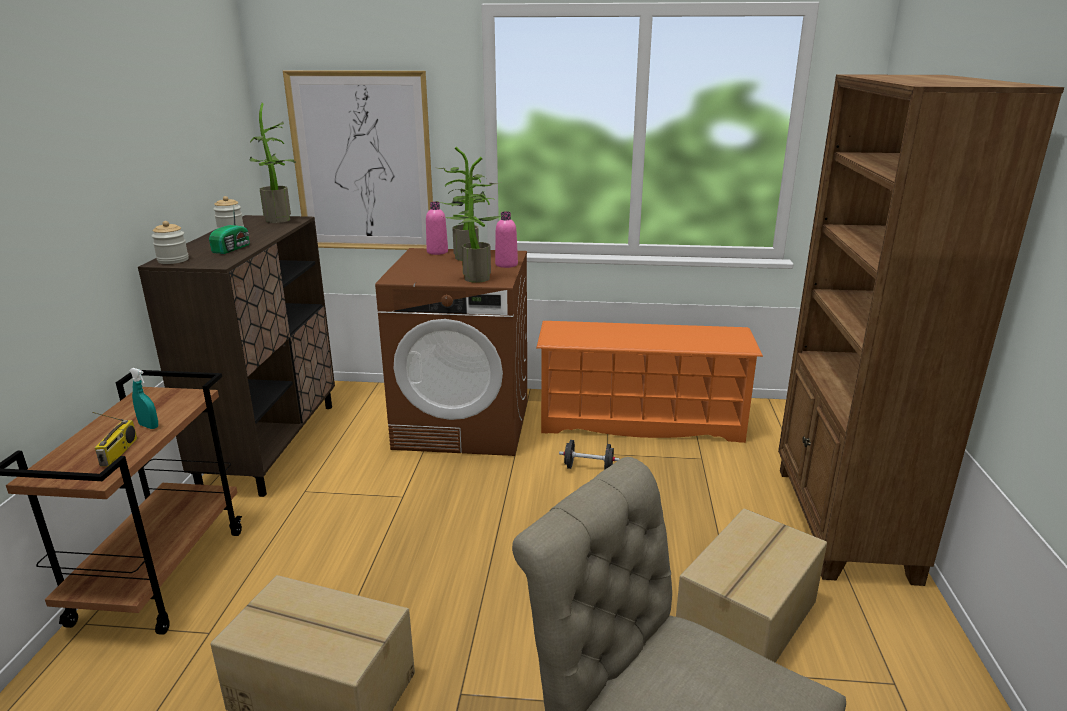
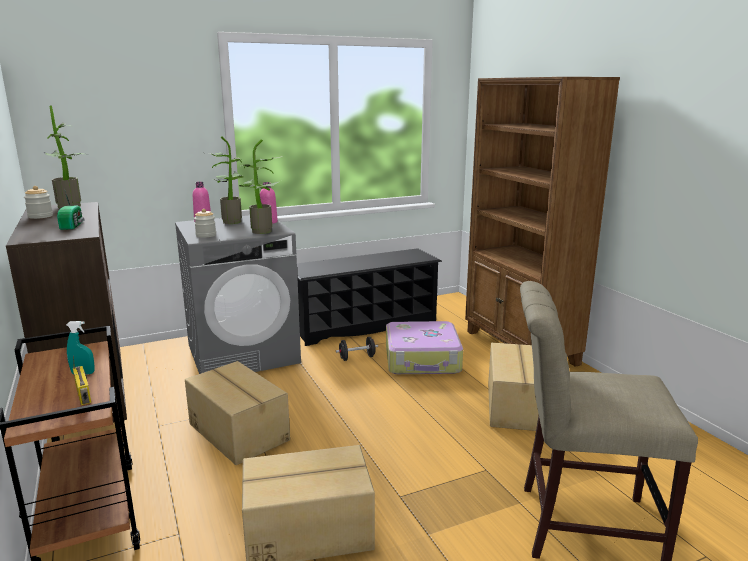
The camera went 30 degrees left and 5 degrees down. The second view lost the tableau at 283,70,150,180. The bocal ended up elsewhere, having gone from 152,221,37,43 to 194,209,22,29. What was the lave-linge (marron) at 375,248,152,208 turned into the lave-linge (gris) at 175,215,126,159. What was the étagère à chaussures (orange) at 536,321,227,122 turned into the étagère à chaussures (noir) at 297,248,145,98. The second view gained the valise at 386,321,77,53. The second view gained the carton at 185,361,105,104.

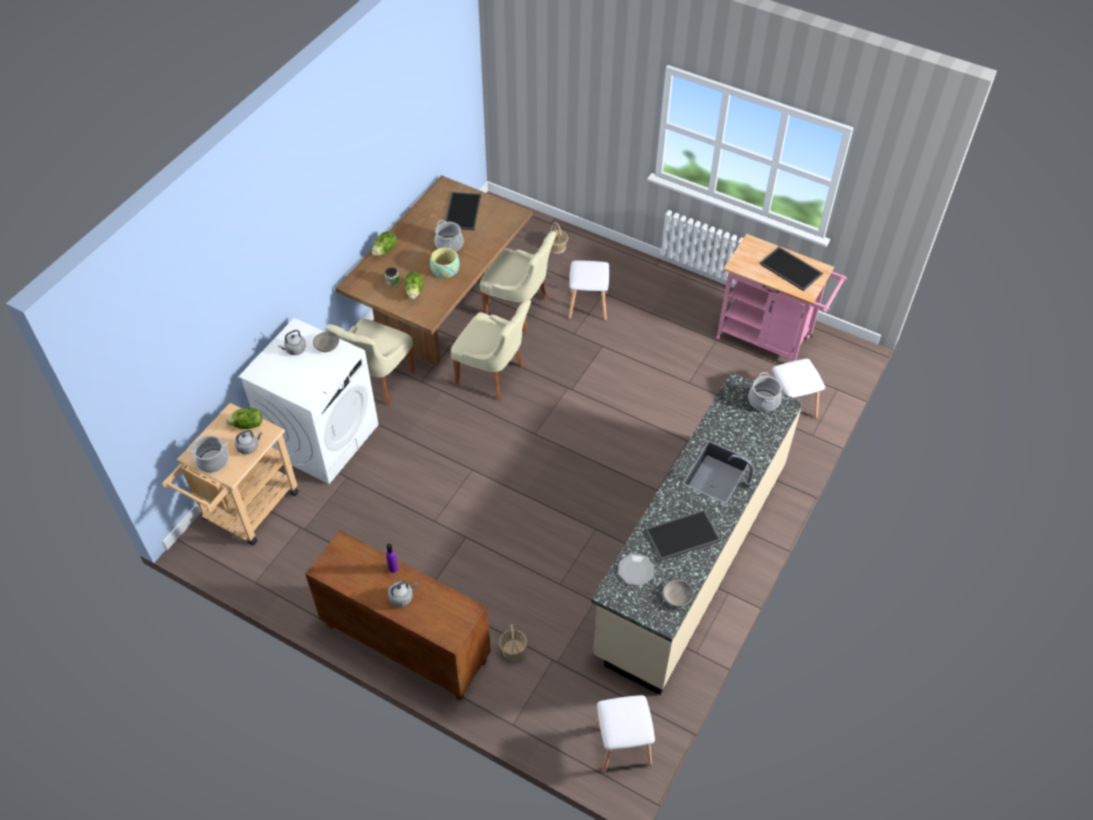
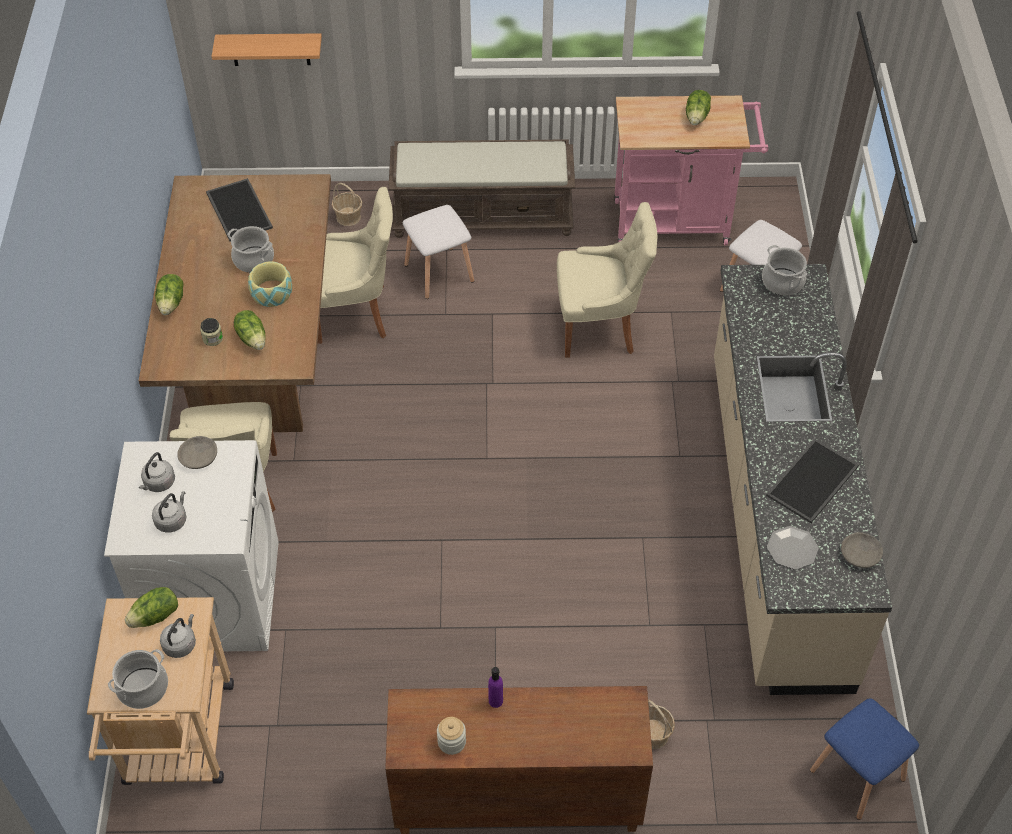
The camera went 30 degrees left and 0 degrees up. Where the plateau stood at 759,246,64,45, the laitue came to stand at 686,90,25,35. The chaise (beige) ended up elsewhere, having gone from 451,299,80,102 to 557,202,101,156. The bouilloire (gris) ended up elsewhere, having gone from 388,581,30,26 to 152,491,35,42. What was the tabouret (blanc) at 594,695,61,78 turned into the tabouret (bleu) at 810,698,109,122. The second view gained the étagère at 212,33,110,33. The second view gained the banc (marron) at 388,139,187,99. The second view gained the bocal at 437,717,29,38.

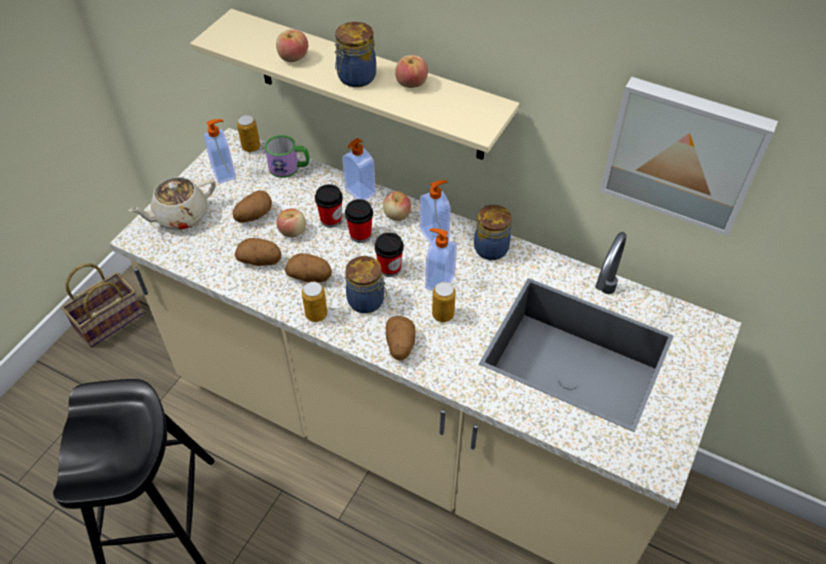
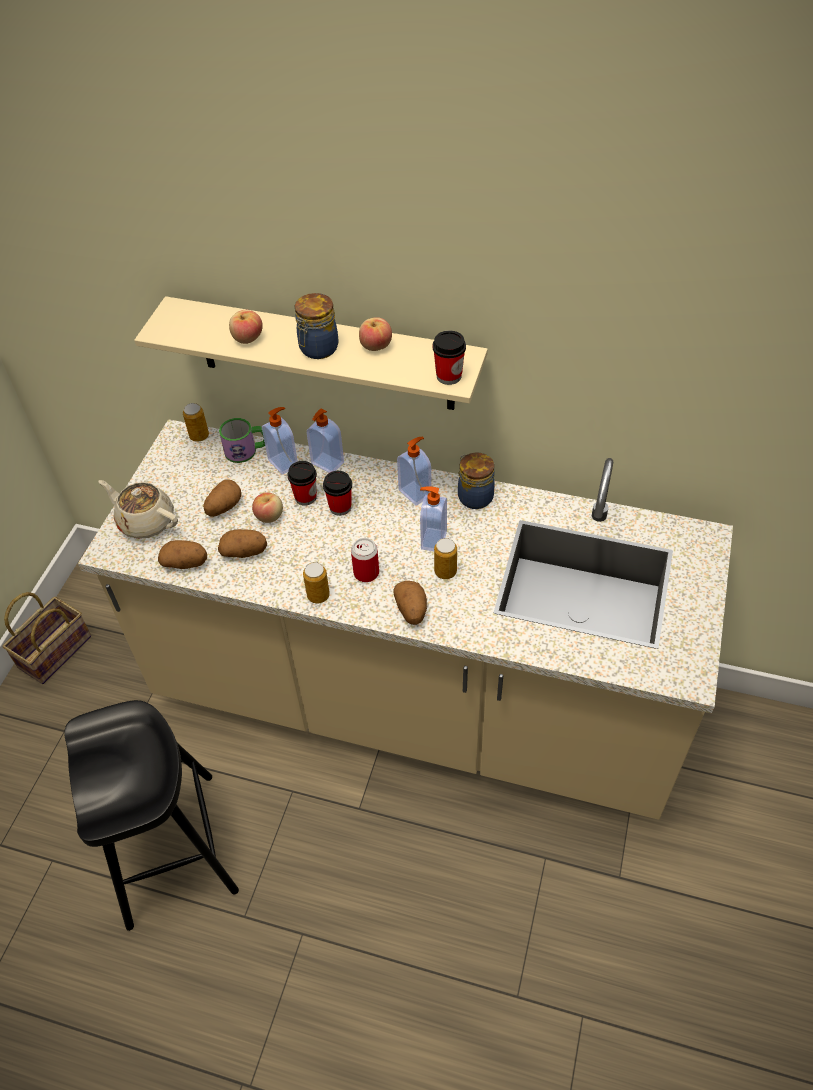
The camera went 10 degrees left and 0 degrees up. The second view lost the tableau at 600,77,178,159. The distributeur de savon ended up elsewhere, having gone from 203,119,33,65 to 262,407,36,68. The théière (beige) at 128,177,88,53 ended up facing another way, 75 degrees clockwise from before. The second view lost the pomme at 383,191,28,30. The tasse ended up elsewhere, having gone from 374,232,30,45 to 432,330,34,55. The pomme de terre ended up elsewhere, having gone from 285,253,47,29 to 158,540,49,29. Where the bocal stood at 346,256,41,57, the boîte métallique came to stand at 351,538,28,44.

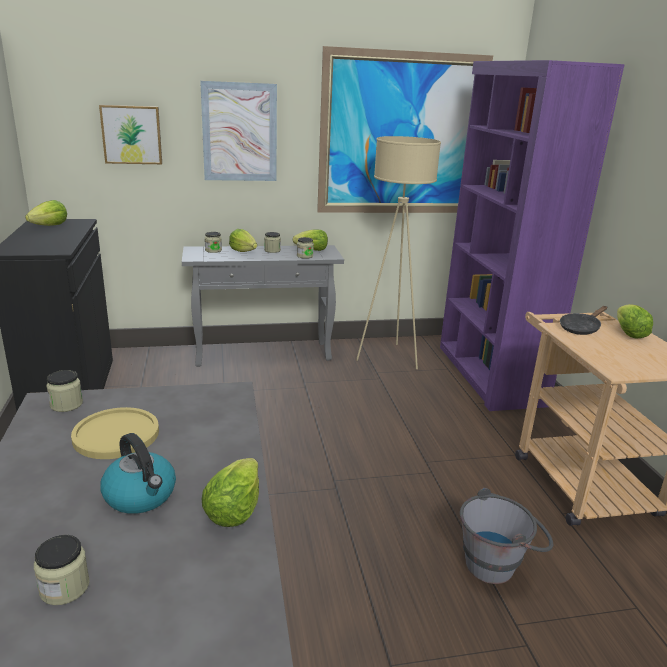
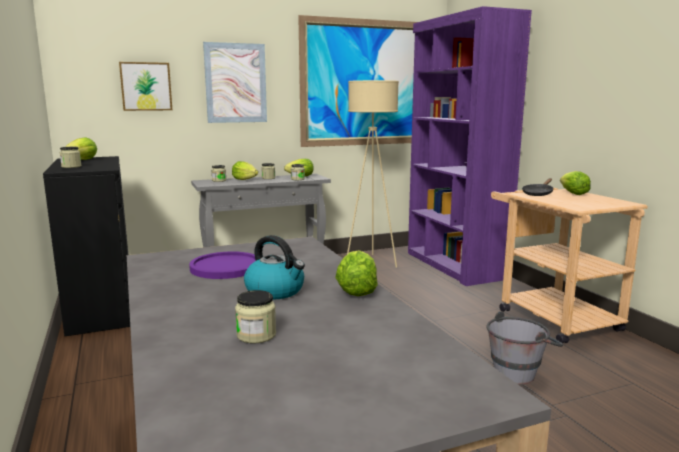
The camera went 10 degrees left and 10 degrees down. The bocal ended up elsewhere, having gone from 46,370,37,42 to 60,147,22,21. What was the assiette (jaune) at 71,407,88,52 turned into the assiette (violet) at 189,251,67,28.

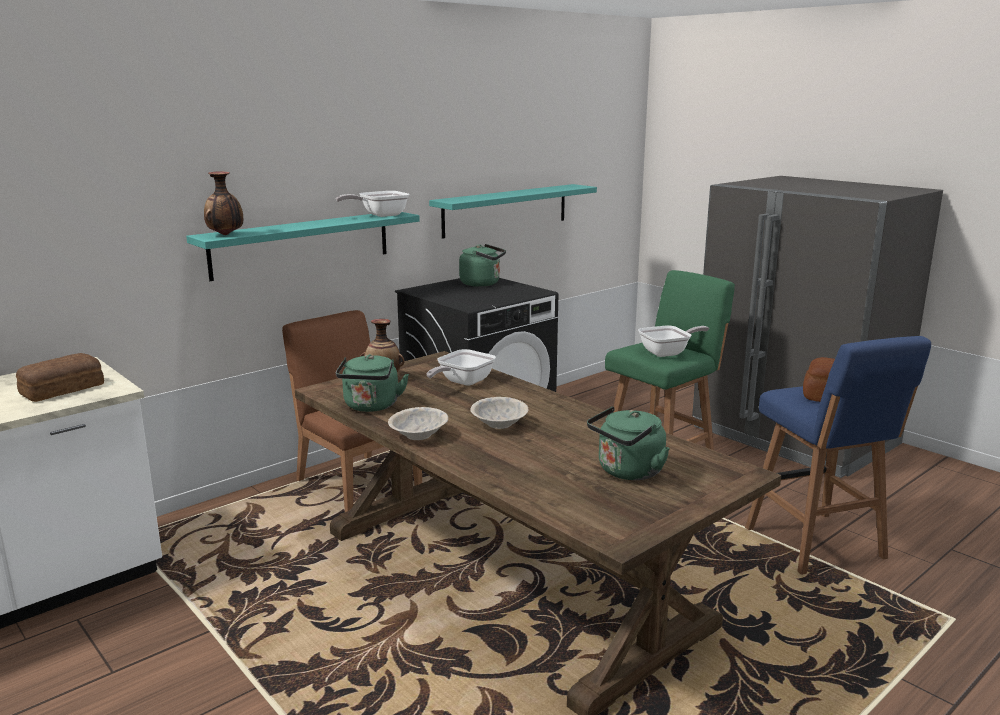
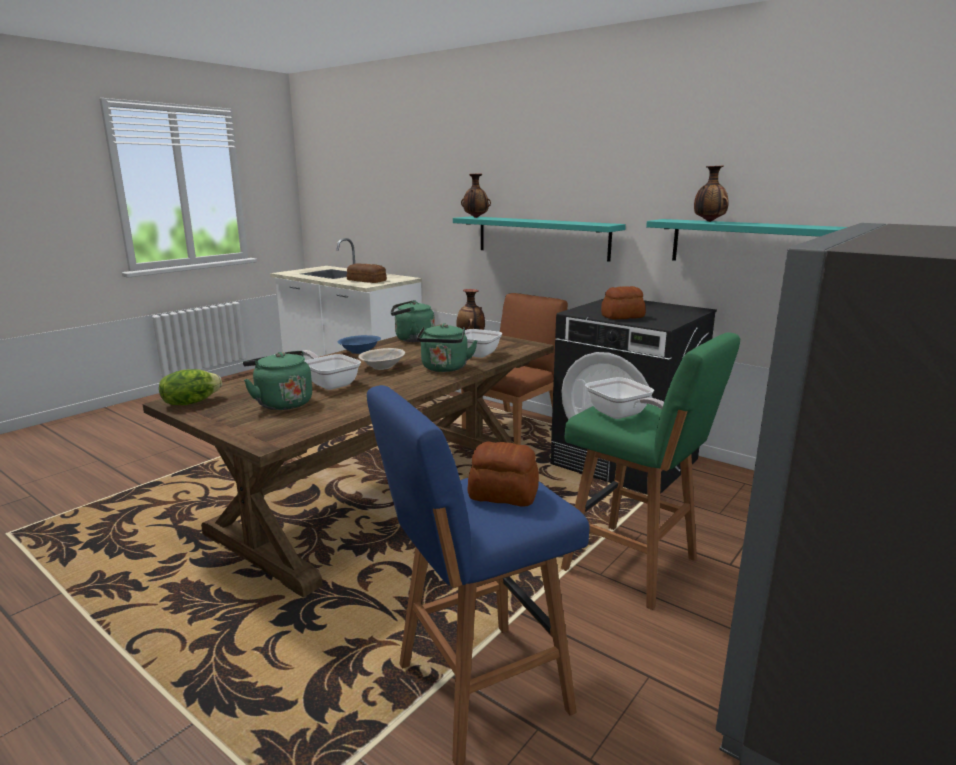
The camera went 80 degrees right and 0 degrees up. The poêle ended up elsewhere, having gone from 336,191,73,26 to 303,350,58,40. The bouilloire (vert) ended up elsewhere, having gone from 459,244,47,43 to 417,323,61,49. What was the bol (beige) at 388,407,60,33 turned into the bol (bleu) at 337,335,44,19. The second view gained the vase at 694,166,35,56. The second view gained the pain at 601,286,45,34. The second view gained the laitue at 159,369,63,36.

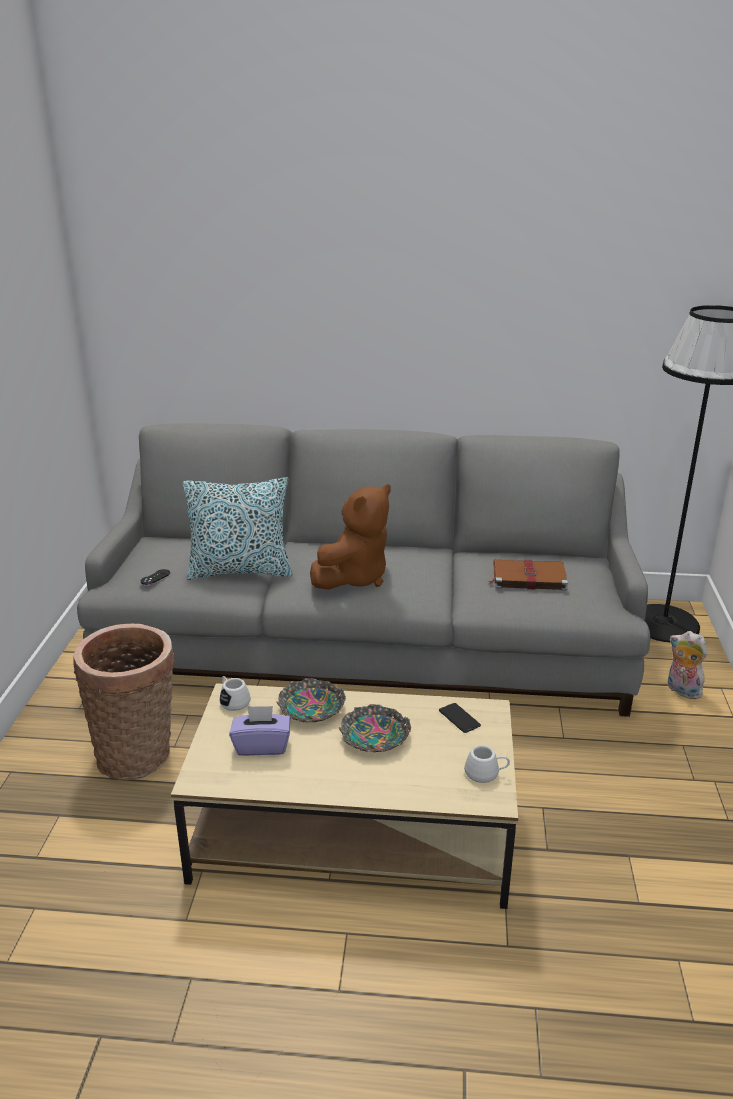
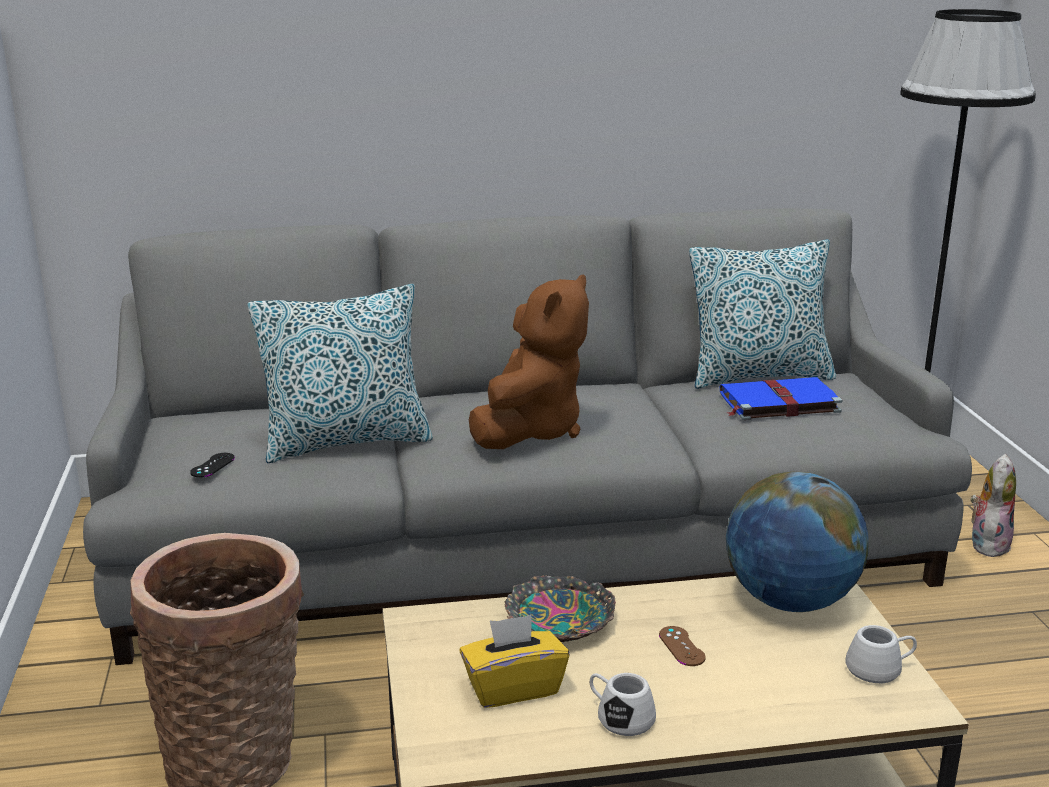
The camera went 15 degrees left and 5 degrees down. What was the livre (marron) at 489,560,79,31 turned into the livre (bleu) at 720,377,123,43. The peluche at 668,631,40,68 ended up facing another way, 90 degrees clockwise from before. The mug (blanc) ended up elsewhere, having gone from 220,676,31,35 to 590,673,66,63. Where the téléphone stood at 439,703,42,30, the globe came to stand at 726,471,143,141. Where the bol stood at 339,704,72,48, the manette (marron) came to stand at 659,626,47,40. What was the boîte à mouchoirs (violet) at 229,706,61,50 turned into the boîte à mouchoirs (jaune) at 460,615,110,93. The second view gained the coussin at 689,239,147,150.

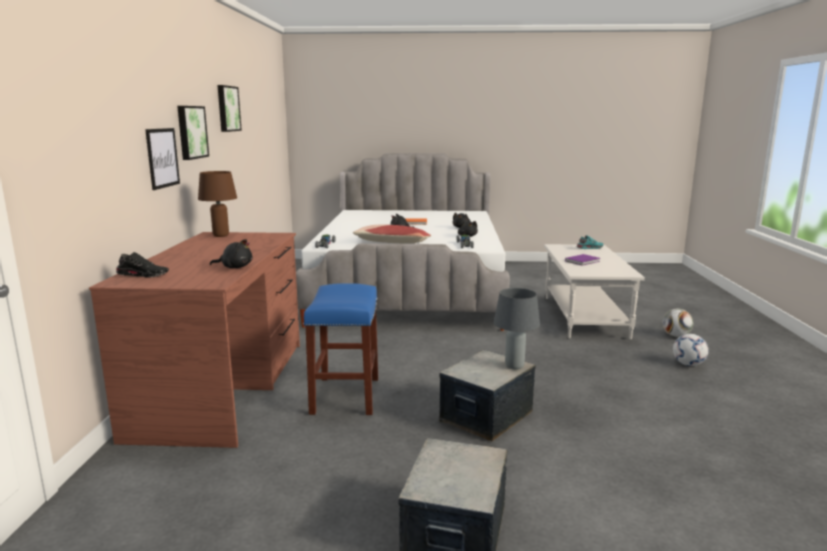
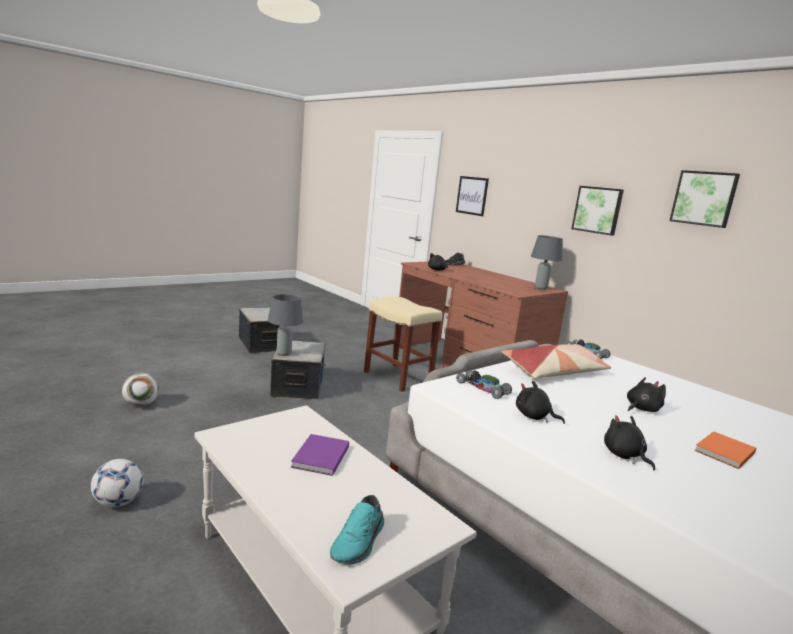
The camera went 135 degrees right and 0 degrees up. The tableau ended up elsewhere, having gone from 145,128,35,62 to 456,176,33,40. What was the lampe de table (marron) at 198,171,39,66 turned into the lampe de table (gris) at 531,235,32,55. What was the tabouret (bleu) at 304,283,74,132 turned into the tabouret (beige) at 364,296,78,96. The ballon de foot ended up elsewhere, having gone from 662,309,31,28 to 122,373,37,33.

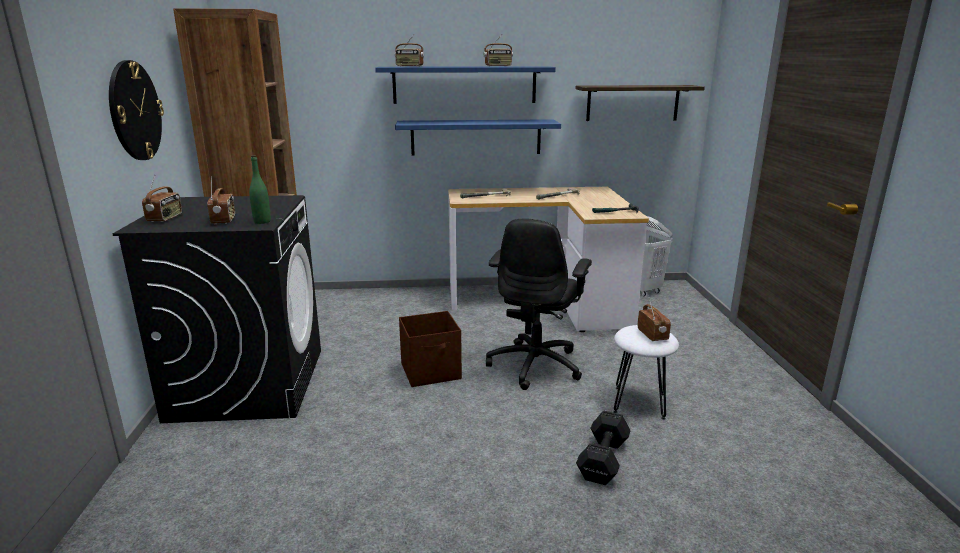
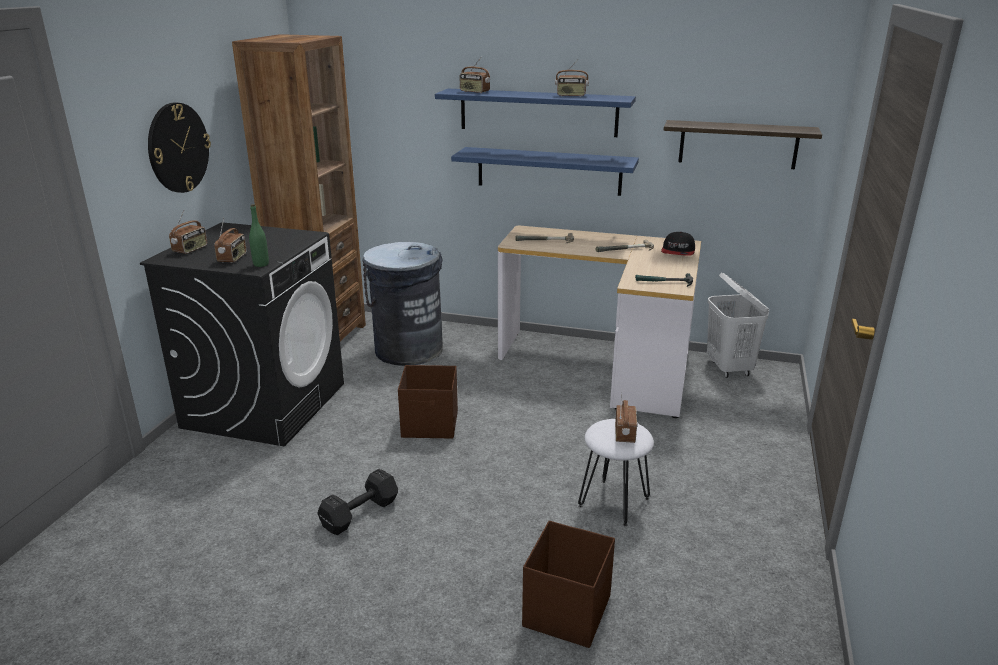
The camera went 20 degrees right and 5 degrees up. The second view lost the chaise de bureau (noir) at 486,219,106,171. The haltère (noir) ended up elsewhere, having gone from 576,411,55,74 to 317,469,81,66. The second view gained the casquette at 661,232,34,24. The second view gained the poubelle (gris) at 362,242,81,124. The second view gained the boîte de rangement (marron) at 522,520,93,128.

